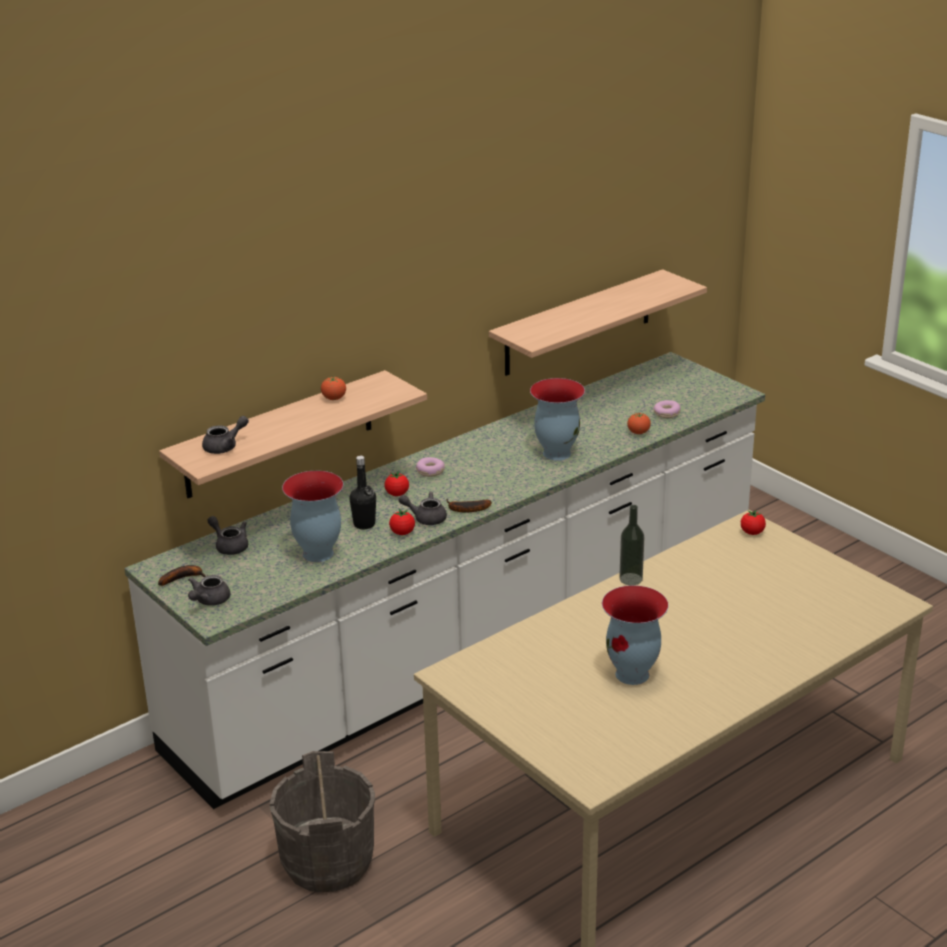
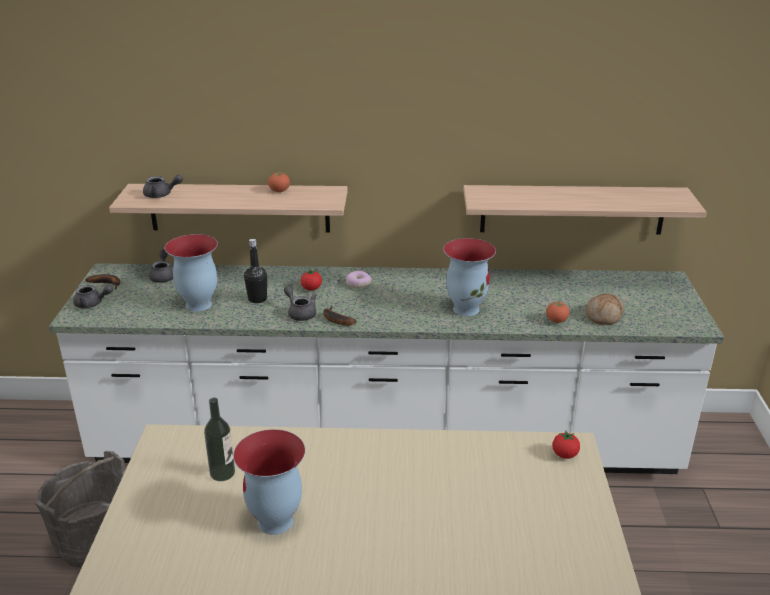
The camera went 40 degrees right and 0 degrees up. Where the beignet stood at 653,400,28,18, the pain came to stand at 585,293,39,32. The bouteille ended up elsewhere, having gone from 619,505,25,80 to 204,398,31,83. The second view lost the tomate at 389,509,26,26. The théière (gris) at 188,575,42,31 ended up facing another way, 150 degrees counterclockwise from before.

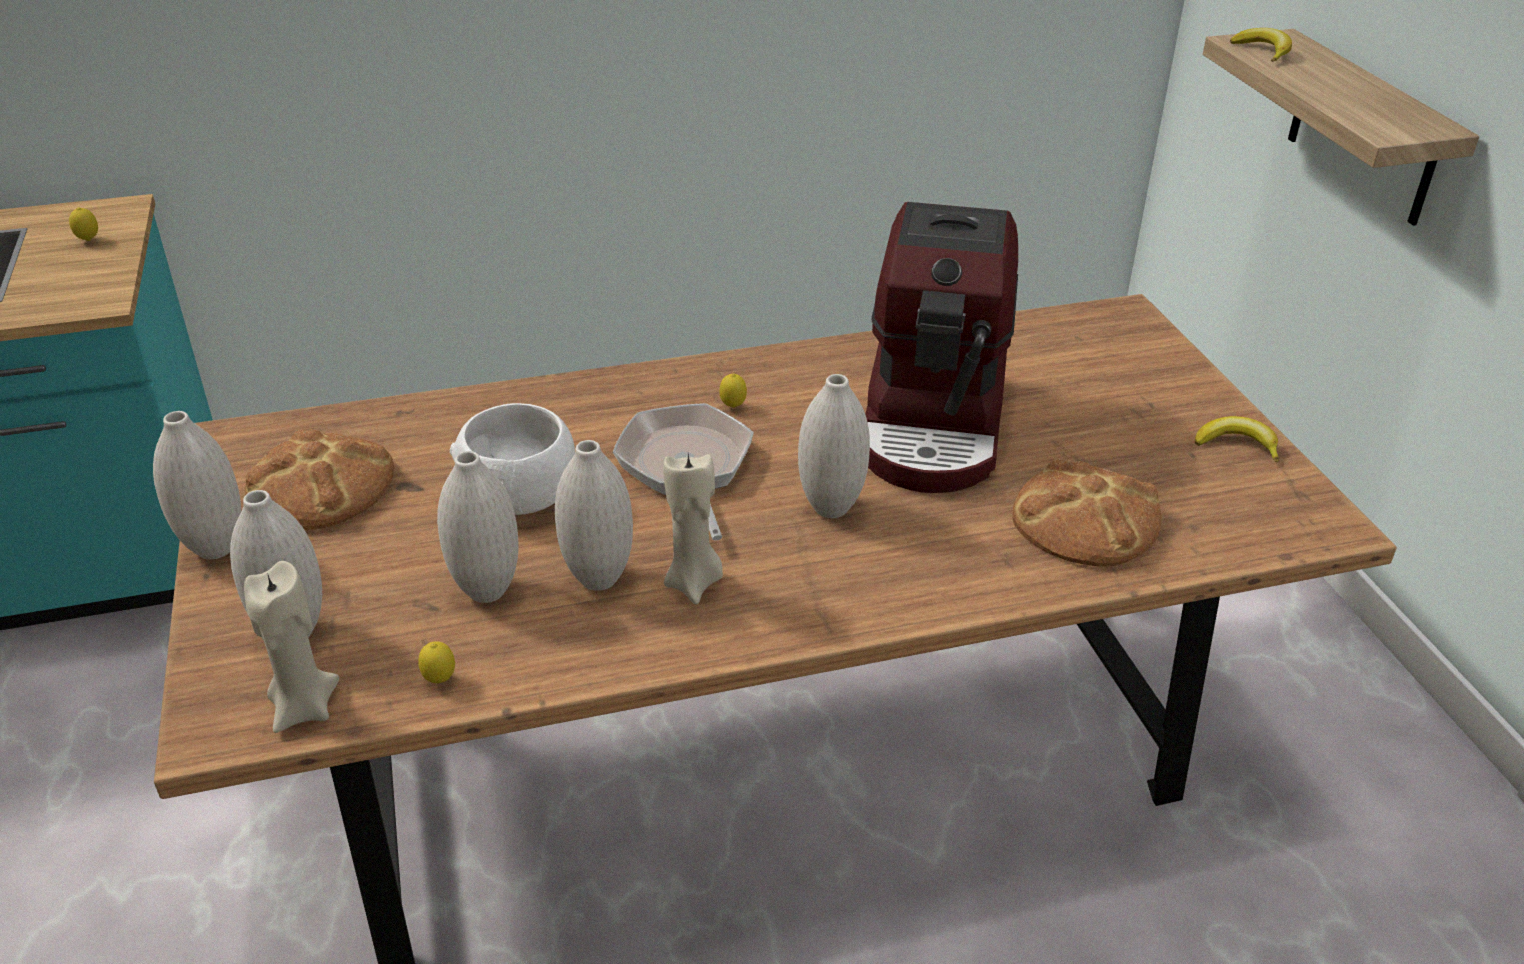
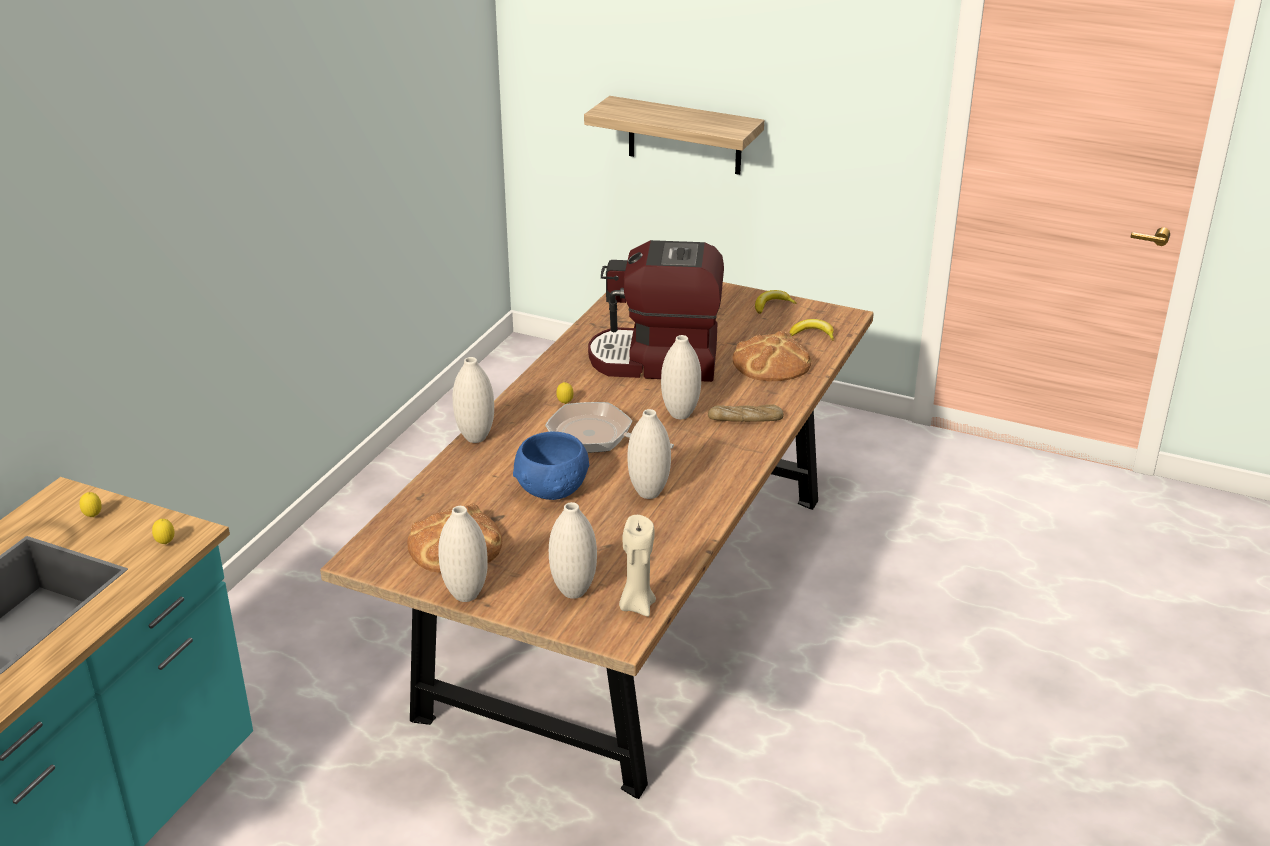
The camera went 50 degrees left and 5 degrees down. The banane ended up elsewhere, having gone from 1230,28,62,34 to 790,319,44,22. The machine à café at 865,202,153,291 ended up facing another way, 135 degrees clockwise from before. What was the bol (blanc) at 450,403,125,112 turned into the bol (bleu) at 513,432,76,68. The vase (blanc) ended up elsewhere, having gone from 437,451,82,152 to 453,357,41,86. The second view lost the bougie (beige) at 663,453,60,151. The citron ended up elsewhere, having gone from 418,641,37,42 to 152,519,22,25. The second view gained the pain at 708,404,76,18.

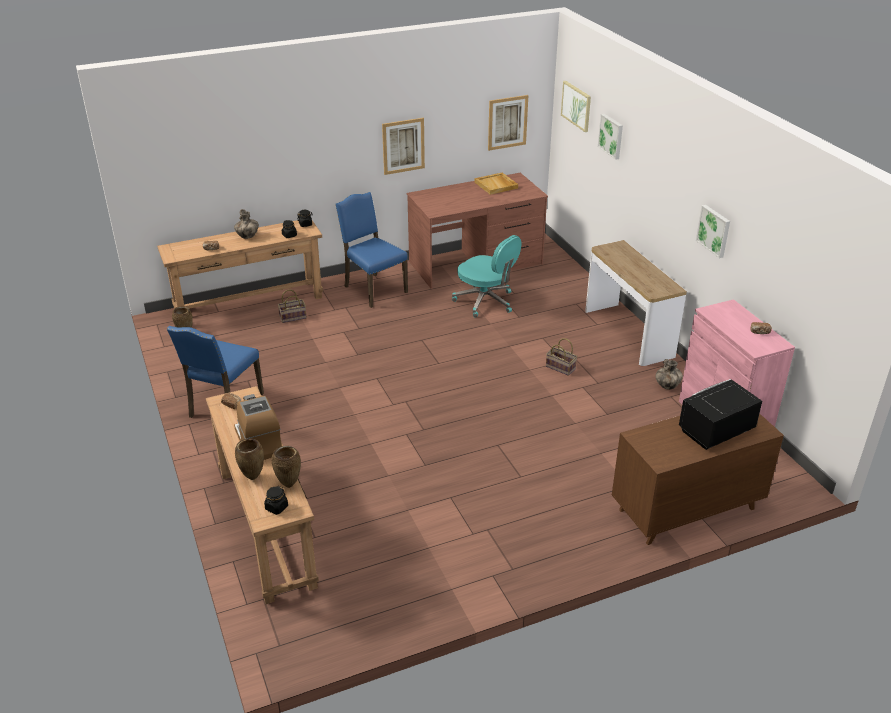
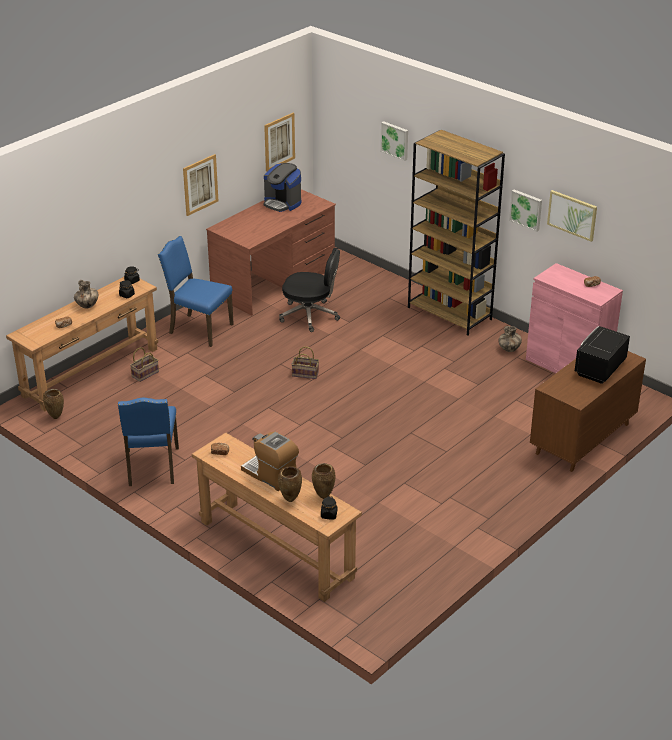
The camera went 25 degrees left and 0 degrees up. The tableau ended up elsewhere, having gone from 561,81,30,51 to 547,190,50,52. Where the plateau (beige) stood at 475,173,43,22, the machine à café came to stand at 264,163,37,49. What was the chaise de bureau (turquoise) at 452,235,70,83 turned into the chaise de bureau (noir) at 279,248,61,84. Where the table console stood at 585,240,102,126, the bibliothèque (marron) came to stand at 408,130,97,205. The panier ended up elsewhere, having gone from 546,338,31,38 to 291,346,28,33.

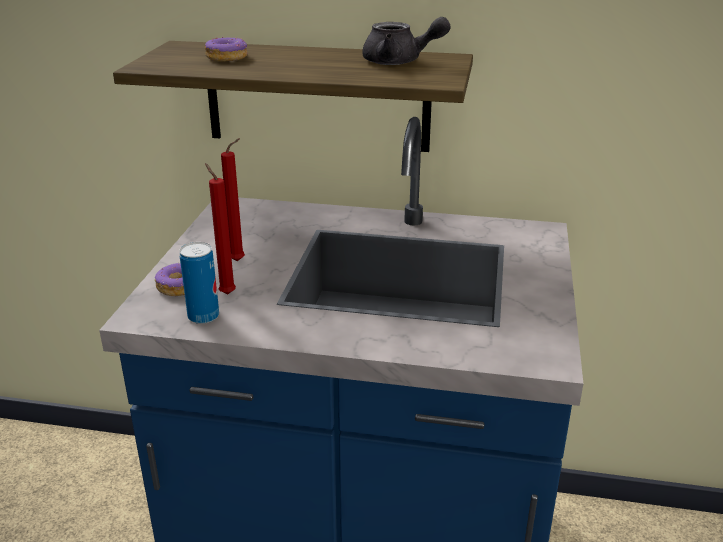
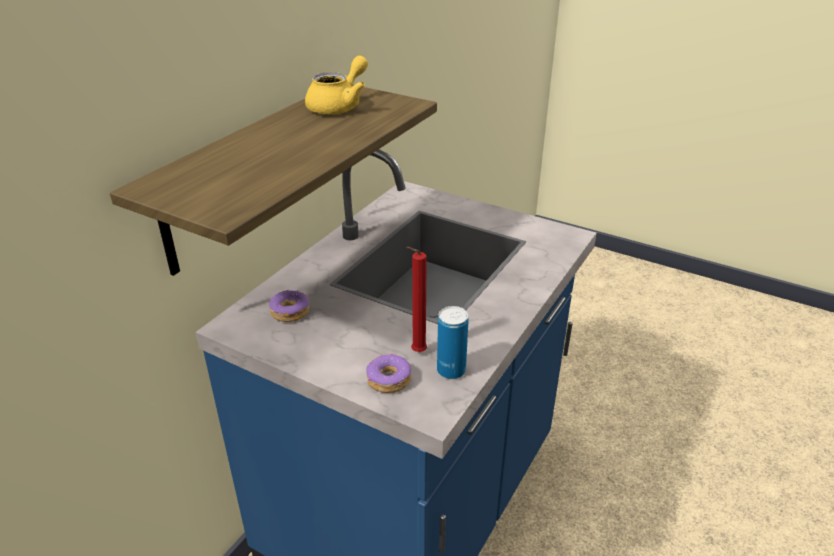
The camera went 70 degrees left and 5 degrees up. What was the théière (gris) at 362,17,89,48 turned into the théière (jaune) at 305,56,63,59. The beignet ended up elsewhere, having gone from 205,37,43,24 to 269,290,40,32. The second view lost the bougie (rouge) at 221,138,24,123.

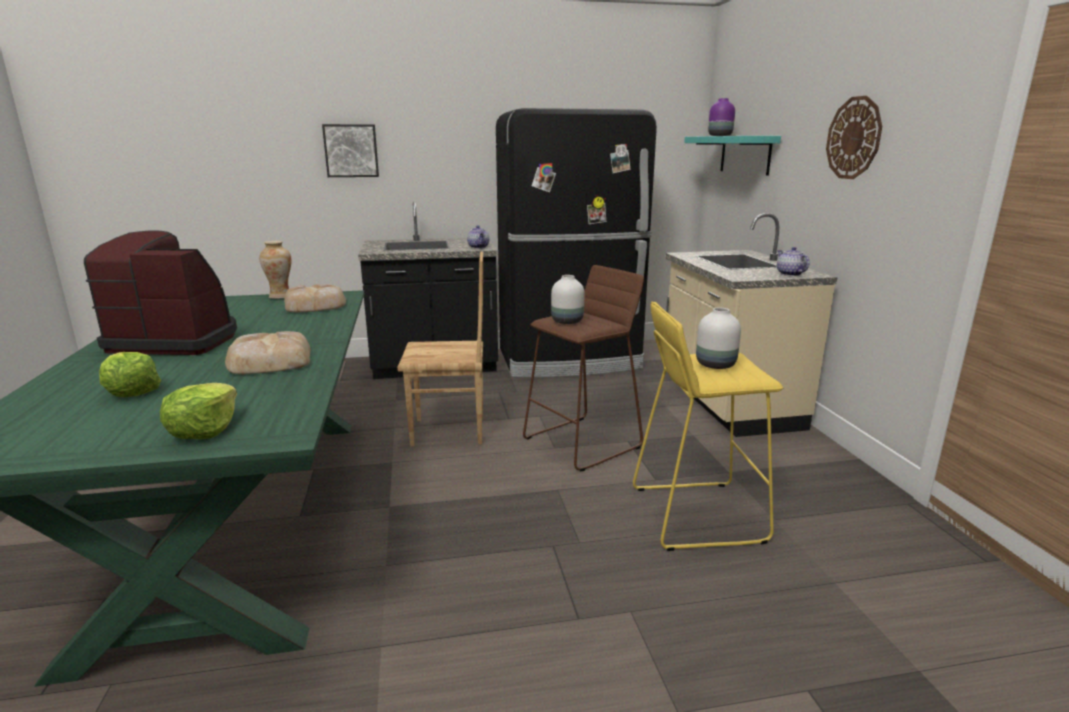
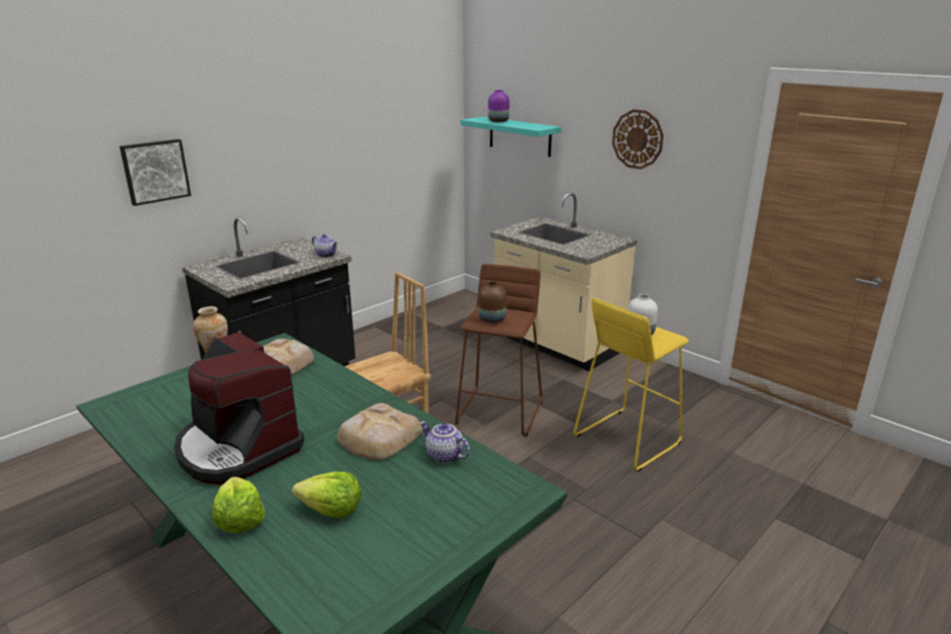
The camera went 35 degrees left and 5 degrees up. The second view lost the réfrigérateur (noir) at 496,108,161,269. The machine à café at 84,230,153,125 ended up facing another way, 105 degrees counterclockwise from before. The théière ended up elsewhere, having gone from 777,247,33,29 to 420,421,50,42. What was the vase (blanc) at 551,275,34,49 turned into the vase (marron) at 478,281,29,42. The laitue ended up elsewhere, having gone from 160,383,77,56 to 212,477,53,57.

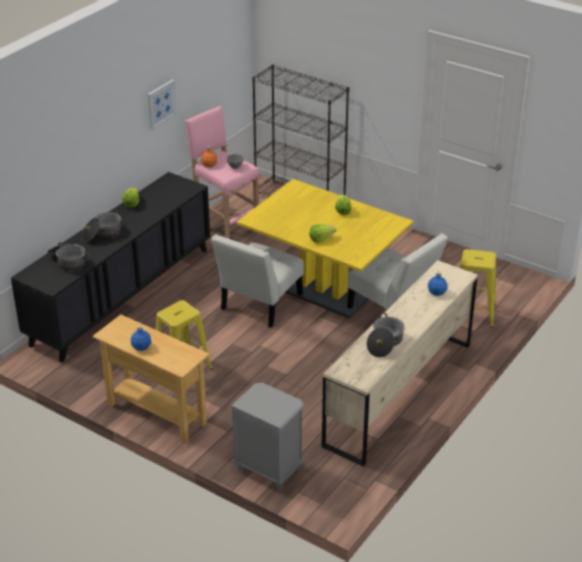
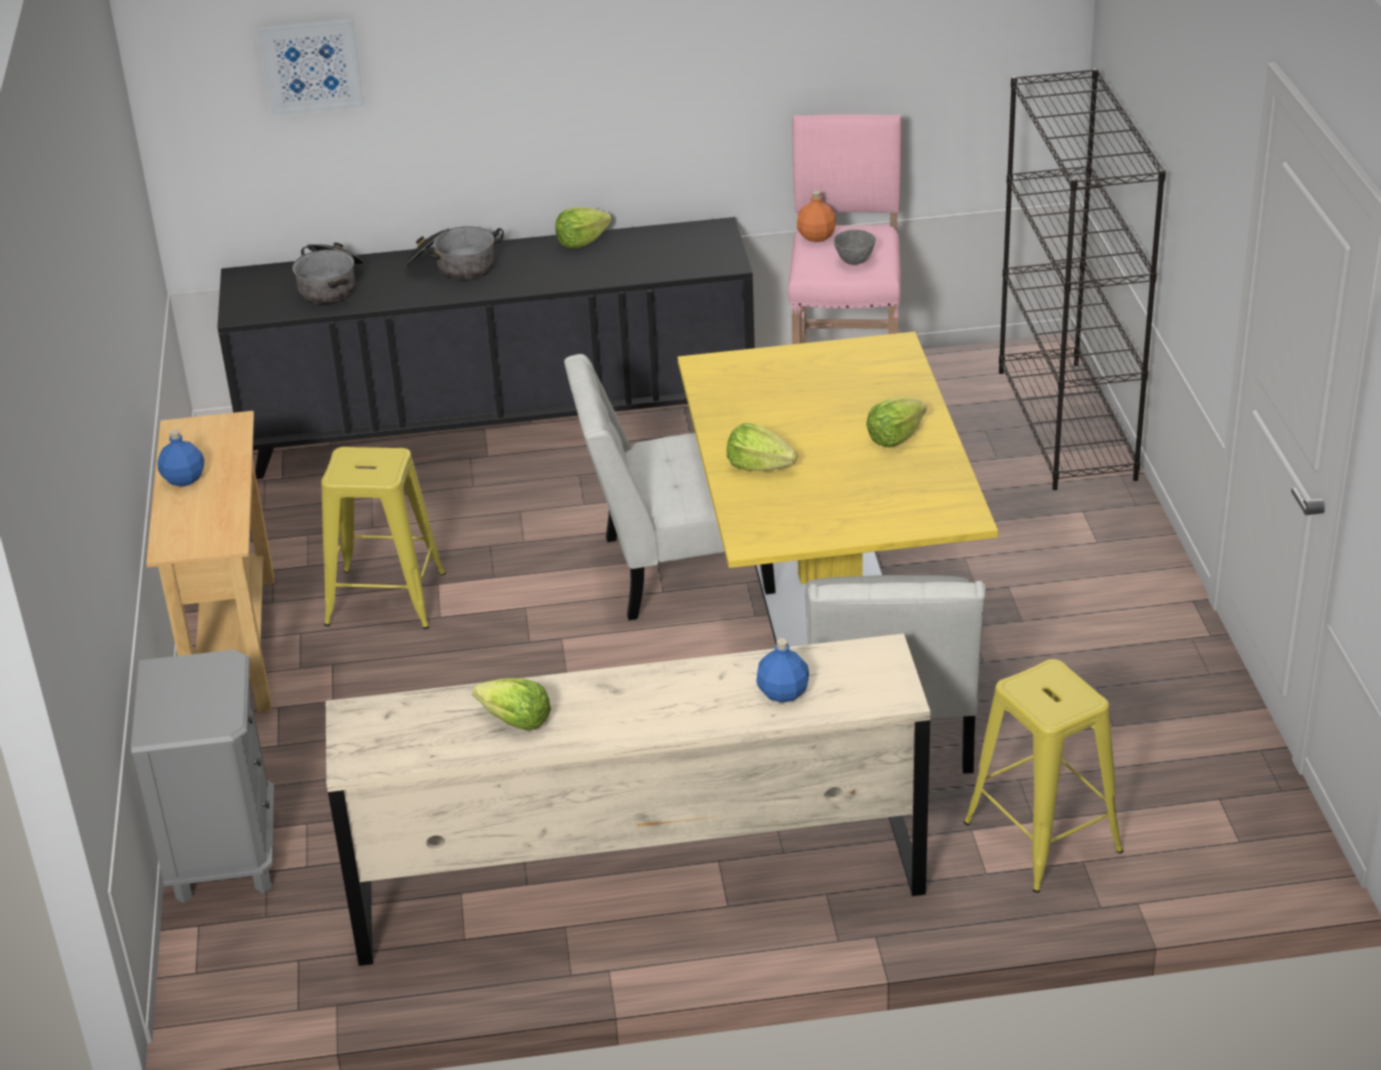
The camera went 50 degrees right and 0 degrees up. The tableau ended up elsewhere, having gone from 148,80,29,50 to 259,19,105,97. Where the marmite stood at 367,313,38,45, the laitue came to stand at 472,678,79,52.

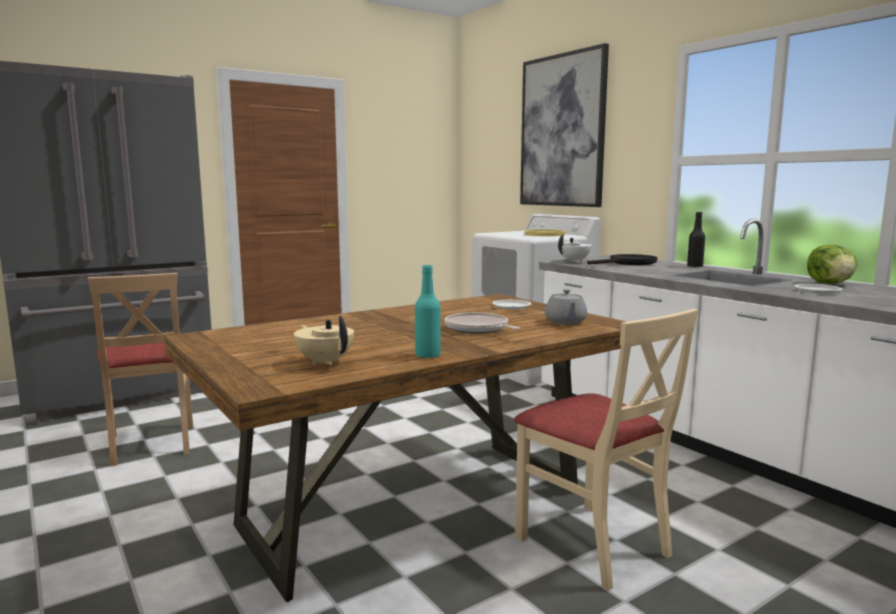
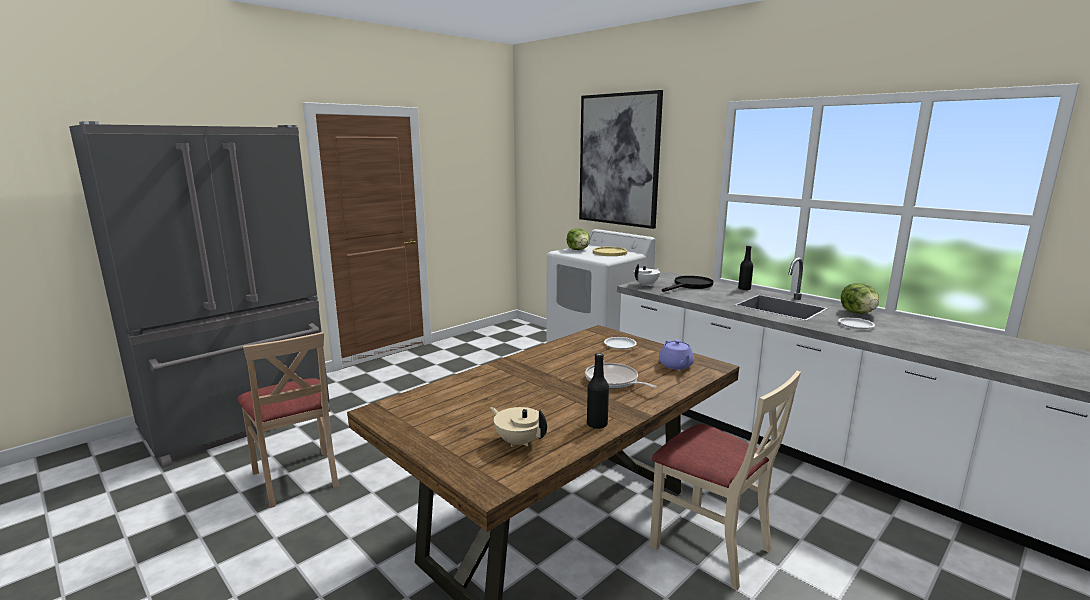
The camera went 10 degrees left and 5 degrees up. What was the bouteille (turquoise) at 415,265,26,94 turned into the bouteille (noir) at 587,353,22,76. What was the théière (gris) at 545,289,42,36 turned into the théière (violet) at 659,339,35,31. The second view gained the laitue at 567,228,23,22.

